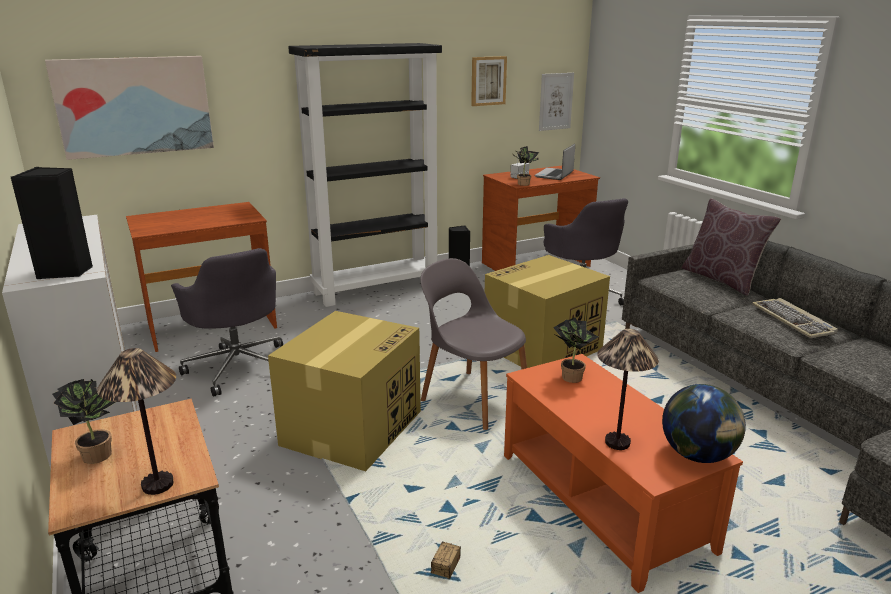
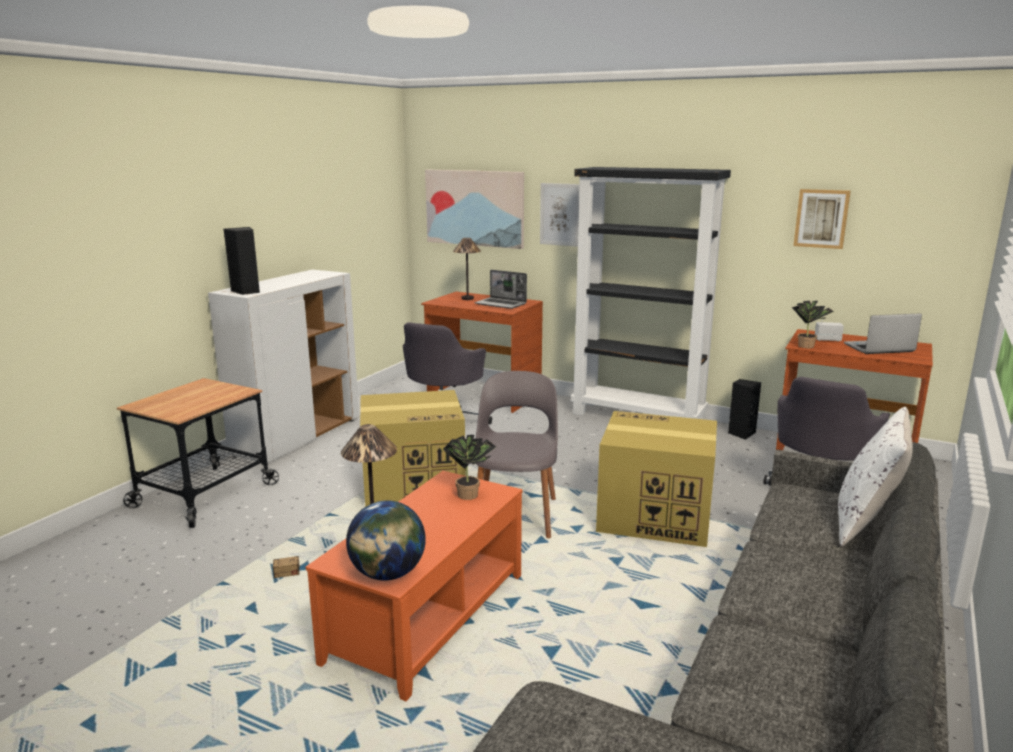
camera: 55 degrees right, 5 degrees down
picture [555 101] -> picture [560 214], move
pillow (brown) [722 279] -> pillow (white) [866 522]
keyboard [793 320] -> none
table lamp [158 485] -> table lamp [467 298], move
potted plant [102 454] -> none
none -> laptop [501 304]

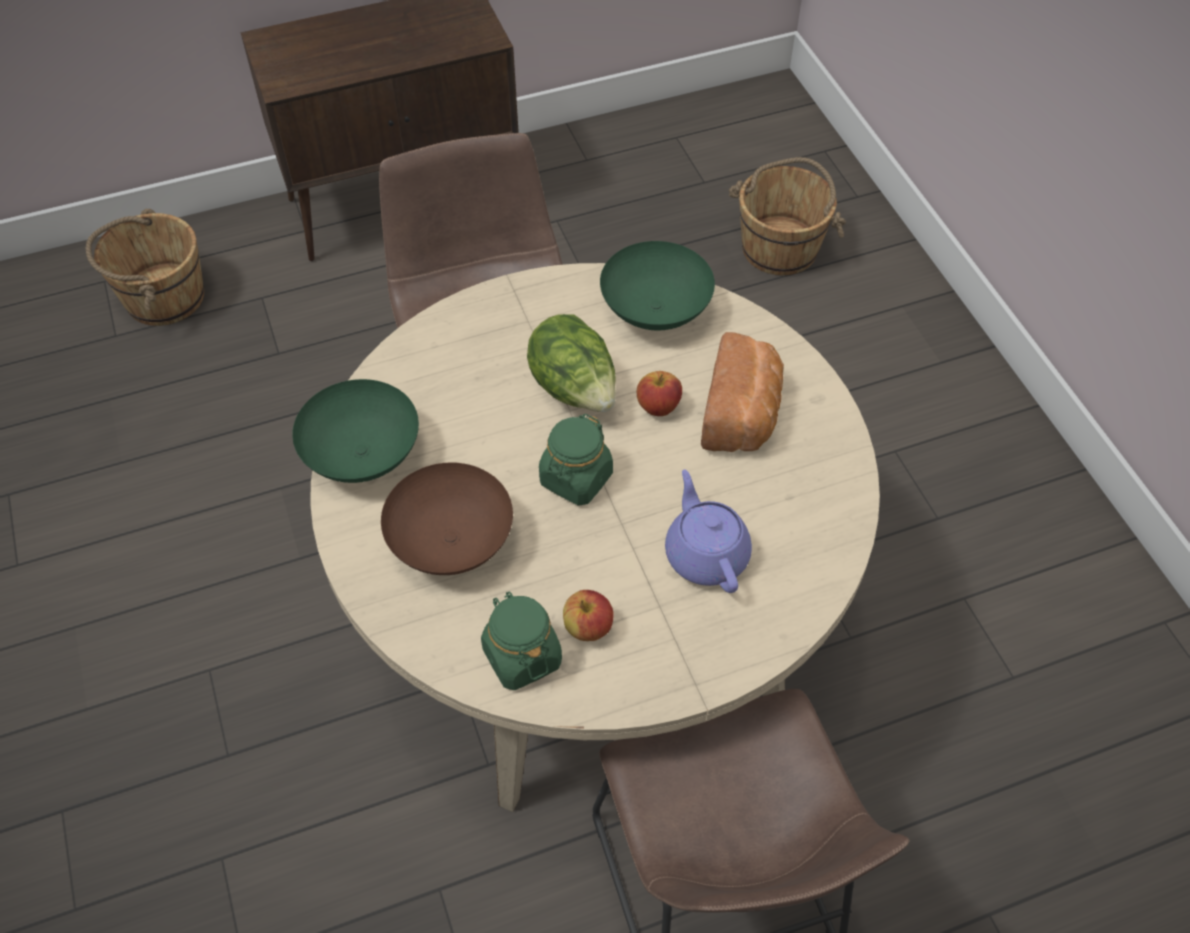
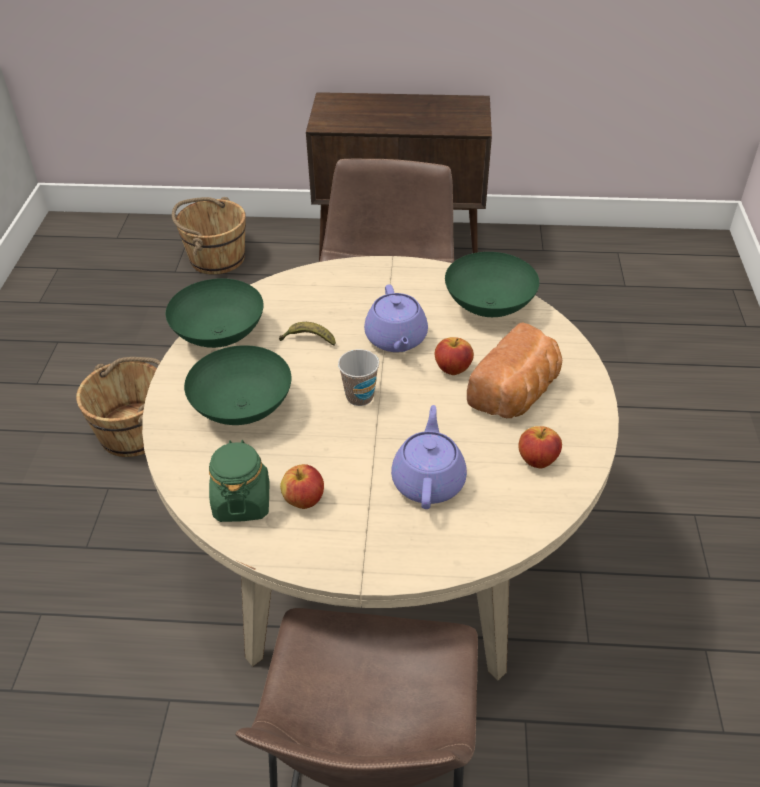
camera: 25 degrees right, 10 degrees down
bucket (brown) [780 247] -> bucket (brown) [135 431], move
lettuce [575 389] -> teapot (purple) [396 339]
jar (green) [576 479] -> cup [359 396]
bowl (brown) [452 540] -> bowl (green) [244 407]
none -> banana [308 340]
none -> apple [537 460]

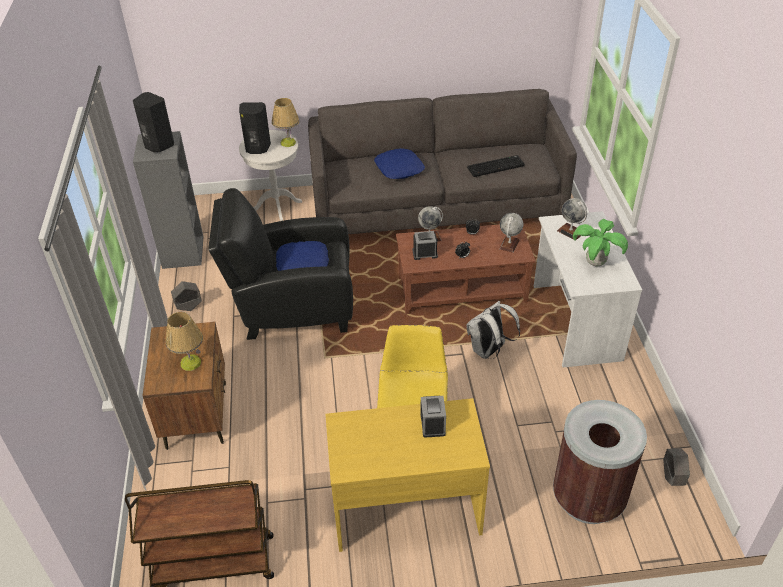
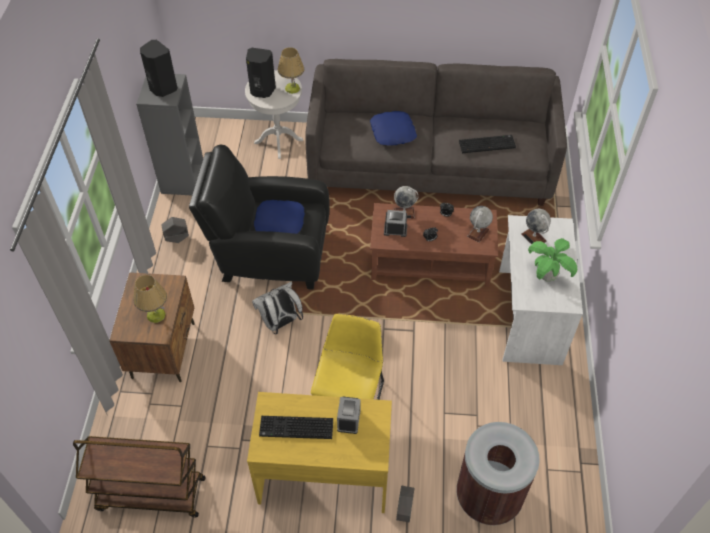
camera: 10 degrees right, 10 degrees up
backpack (white) [488 351] -> backpack (white) [280 323], move
planter (grey) [672 478] -> planter (grey) [404 510], move
none -> keyboard [295 429]

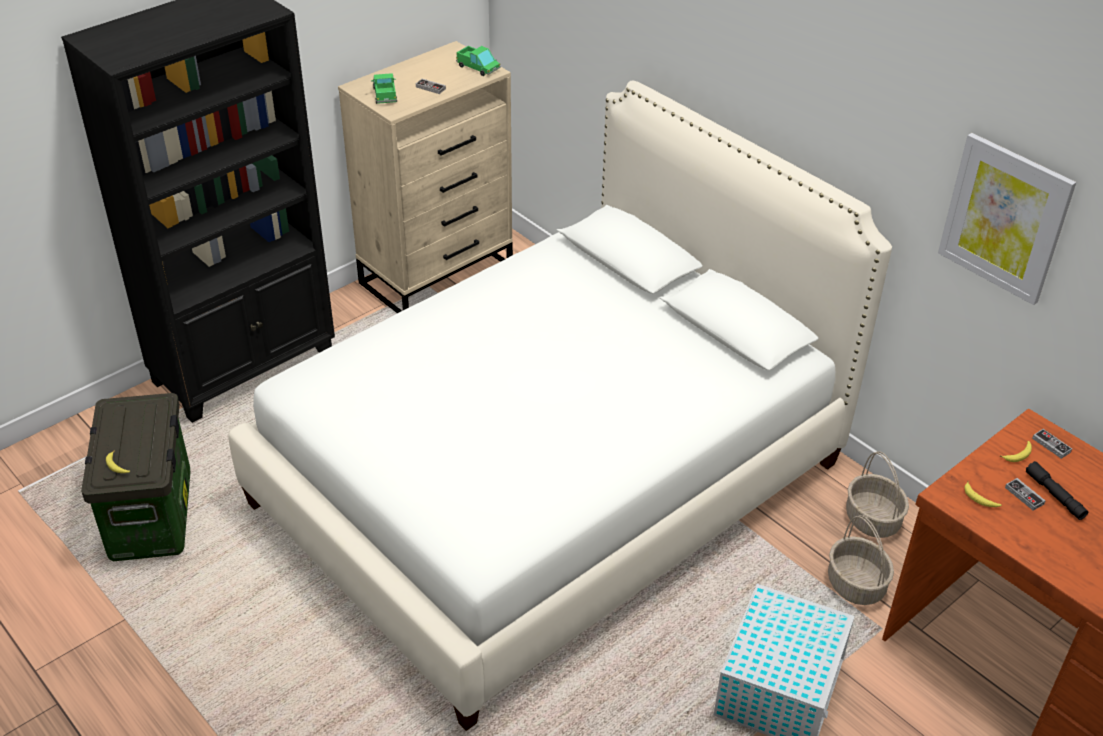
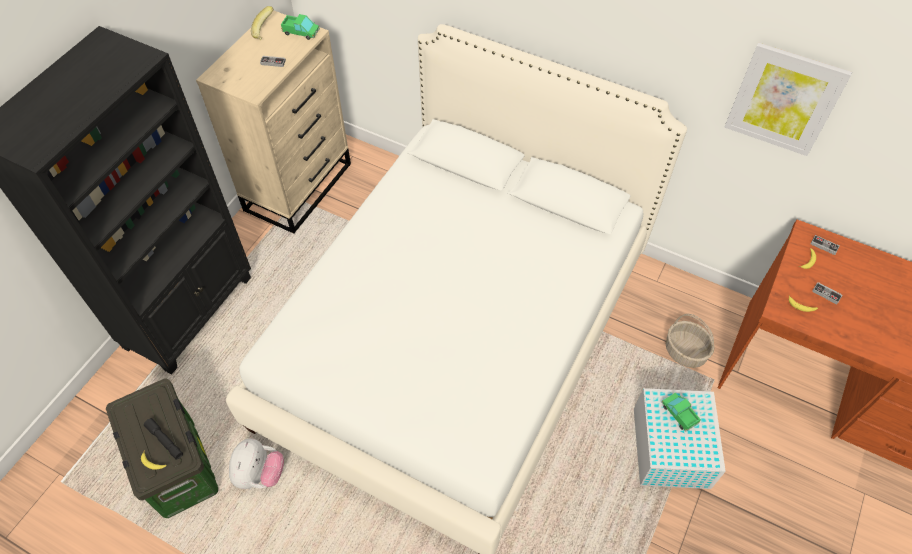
camera: 20 degrees left, 15 degrees up
toy truck [385 95] -> toy truck [679 413], move
basket [873 520] -> none
flashlight (black) [1054 495] -> flashlight (black) [165 440], move
none -> banana [265 32]
none -> plush toy [260 474]

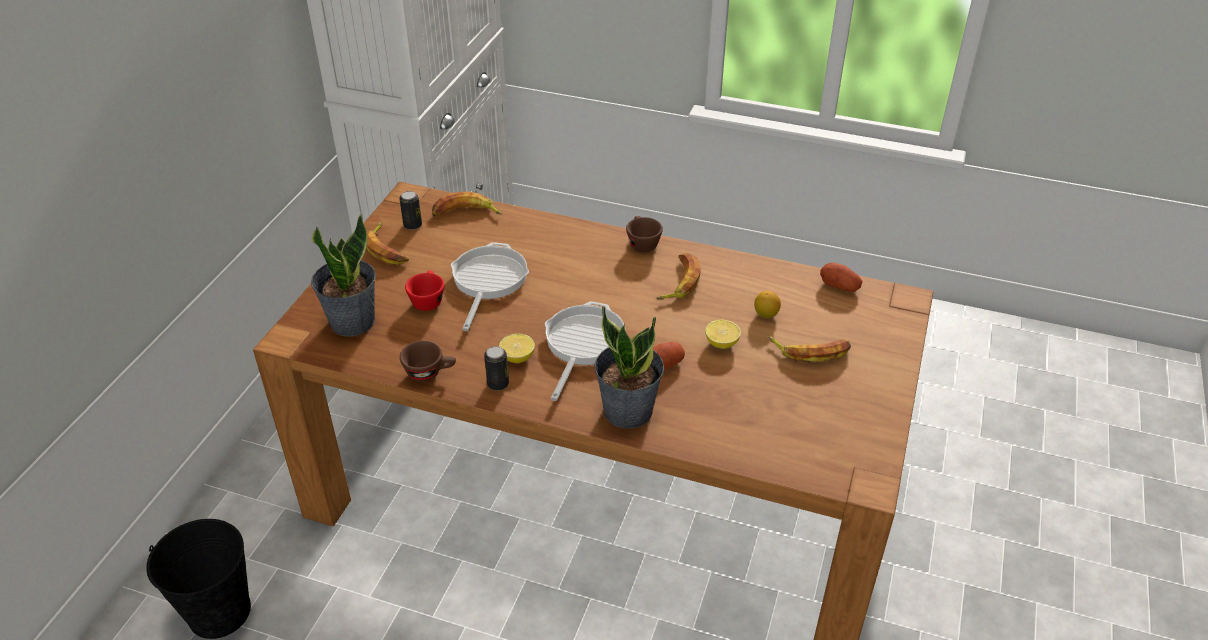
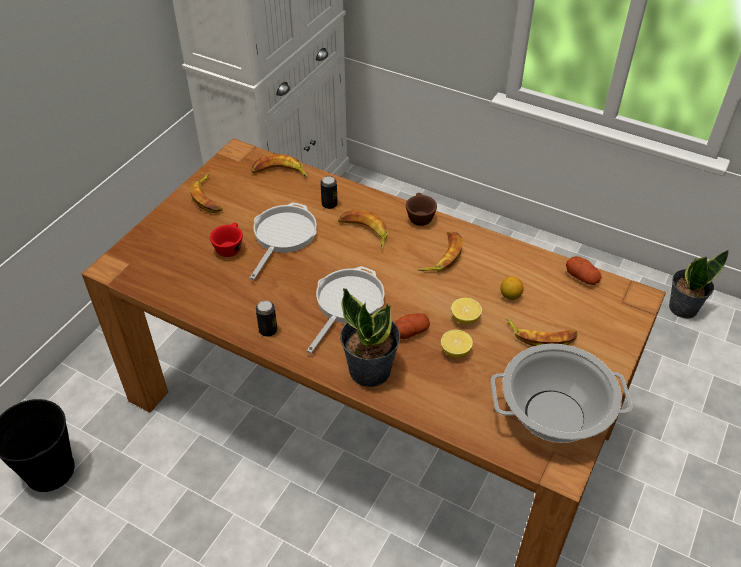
camera: 10 degrees right, 5 degrees up
can [412 225] -> can [329 204], move
potted plant [352 321] -> potted plant [682 307], move
lemon [517 358] -> lemon [455 351], move
cup (brown) [430 373] -> none
none -> banana [364 232]
none -> cooking pot [553 416]

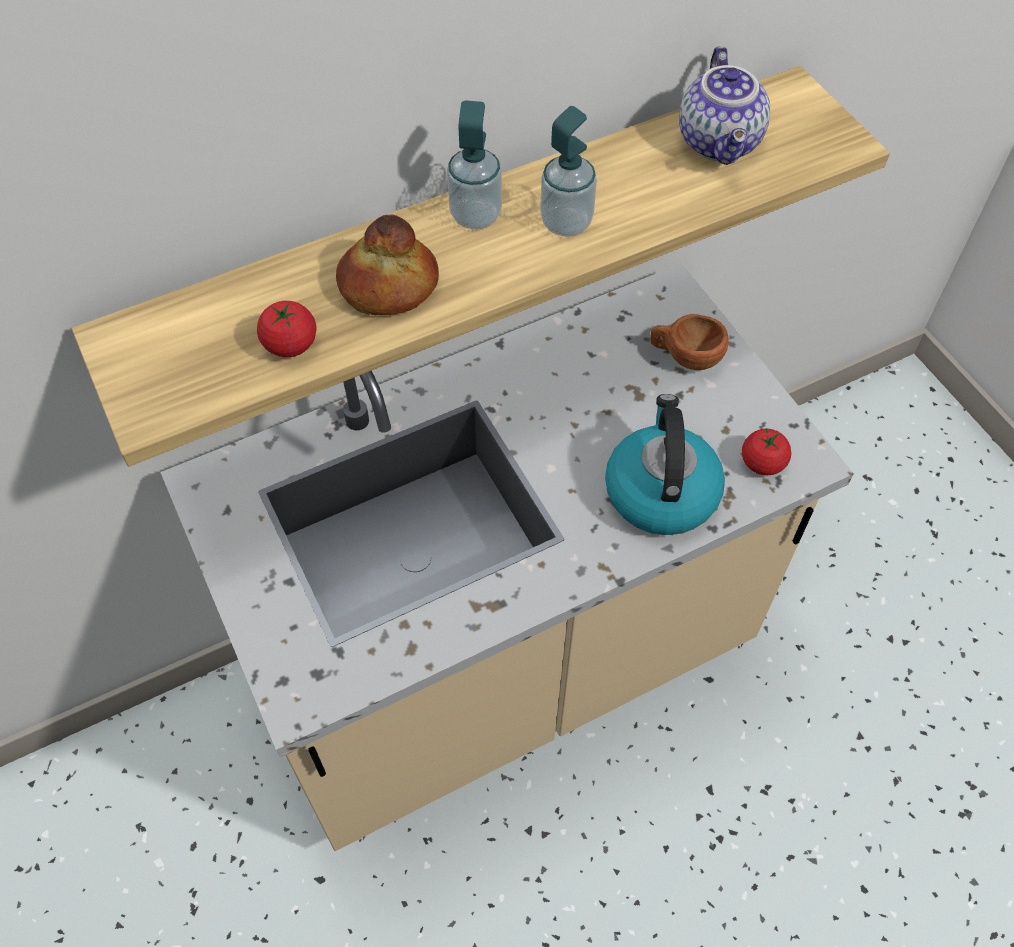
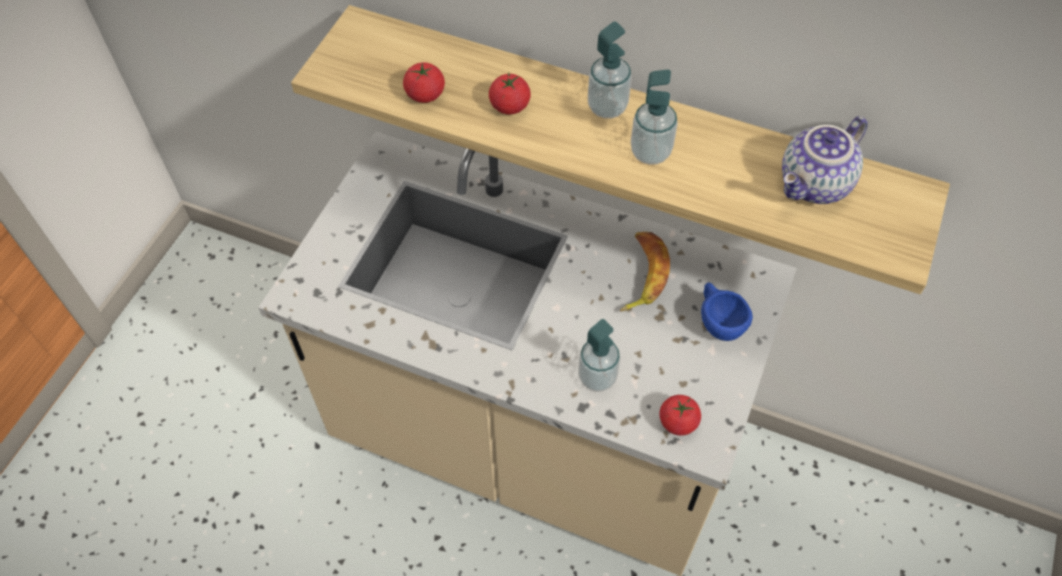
camera: 50 degrees right, 0 degrees up
bread [388 286] -> tomato [509 106]
cup (brown) [685 357] -> cup (blue) [718 321]
kettle [660 491] -> soap dispenser [597 377]
none -> banana [642 274]

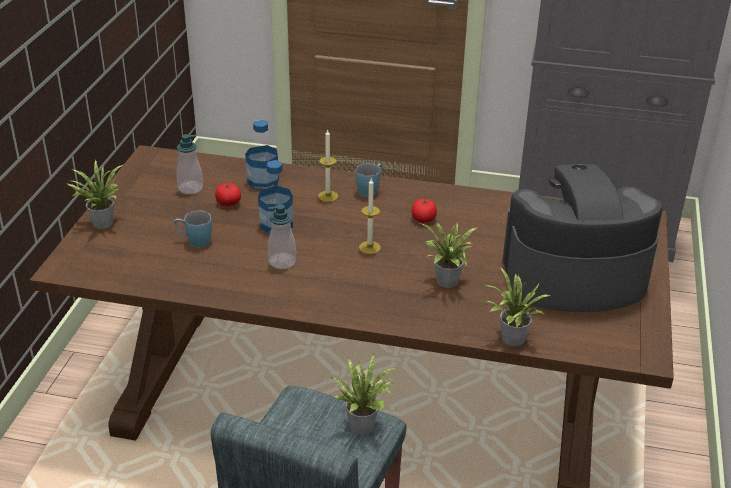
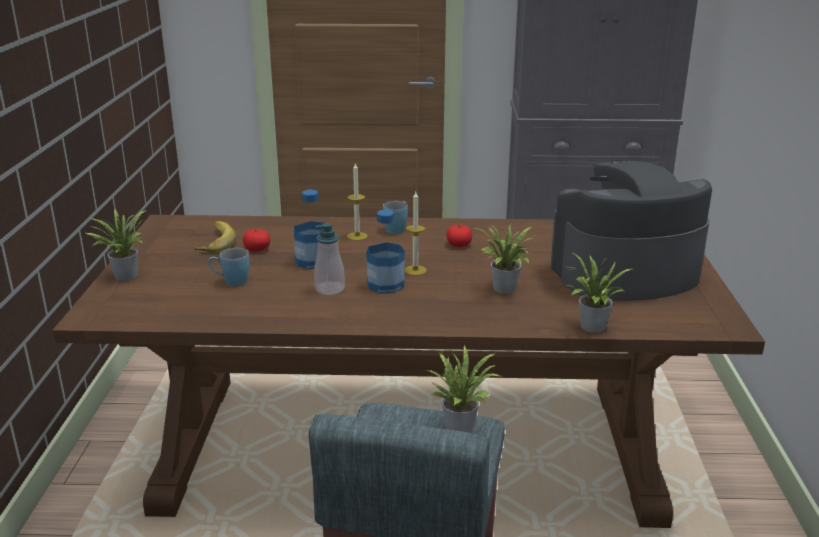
camera: 10 degrees left, 10 degrees down
bottle [263 181] -> bottle [385 285], move
soap dispenser [190 188] -> banana [214 241]

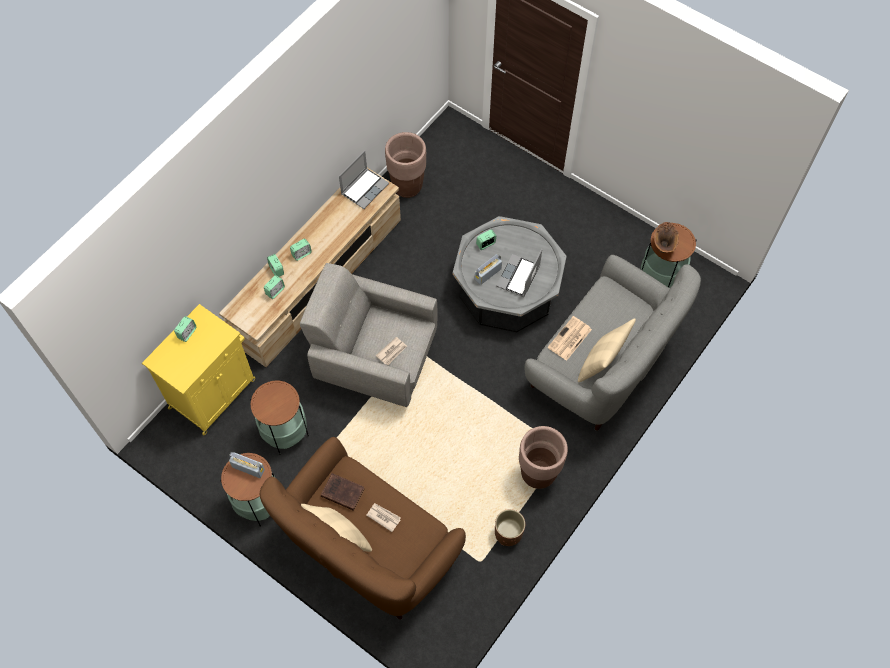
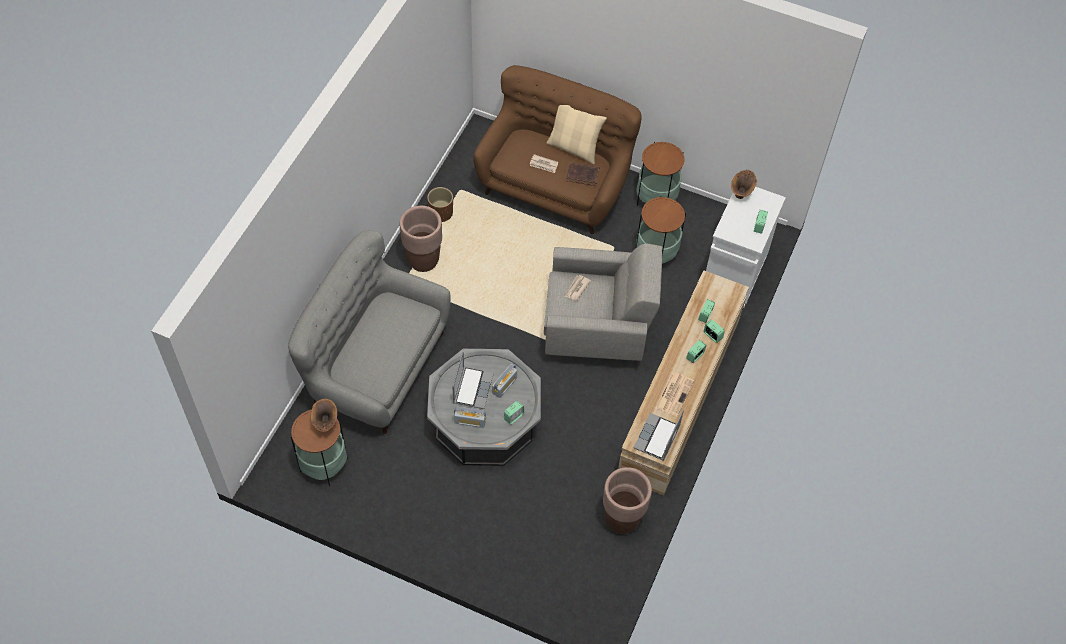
camera: 165 degrees right, 5 degrees down
cabinet (yellow) [213 392] -> cabinet (white) [733 275]
newspaper [569 339] -> newspaper [674 393], move
pillow (beige) [601 363] -> none
radio [248 468] -> radio [470 421], move
none -> vase (brown) [742 192]

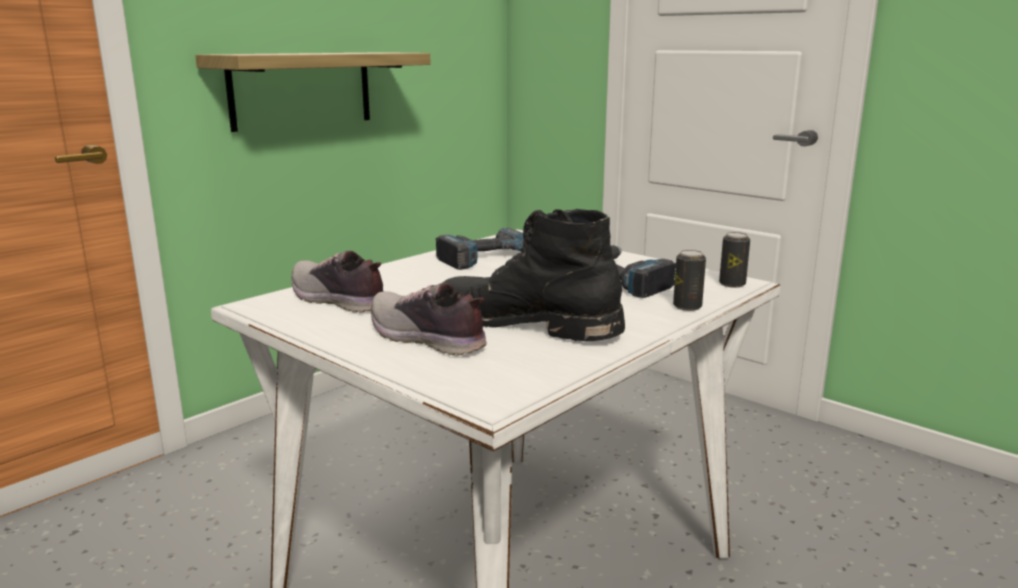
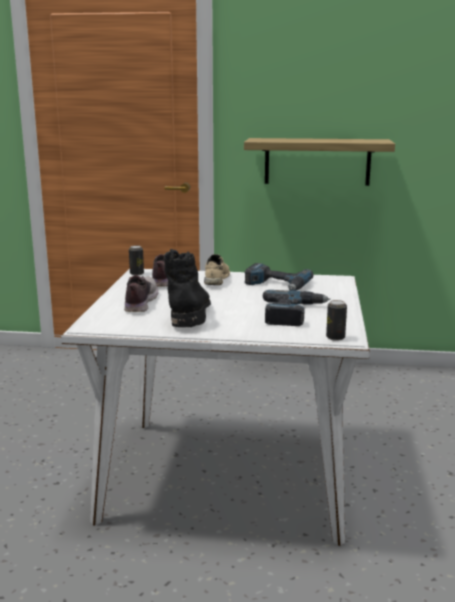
camera: 55 degrees right, 0 degrees up
can [687 307] -> can [136 273], move
none -> shoe (beige) [215 280]

